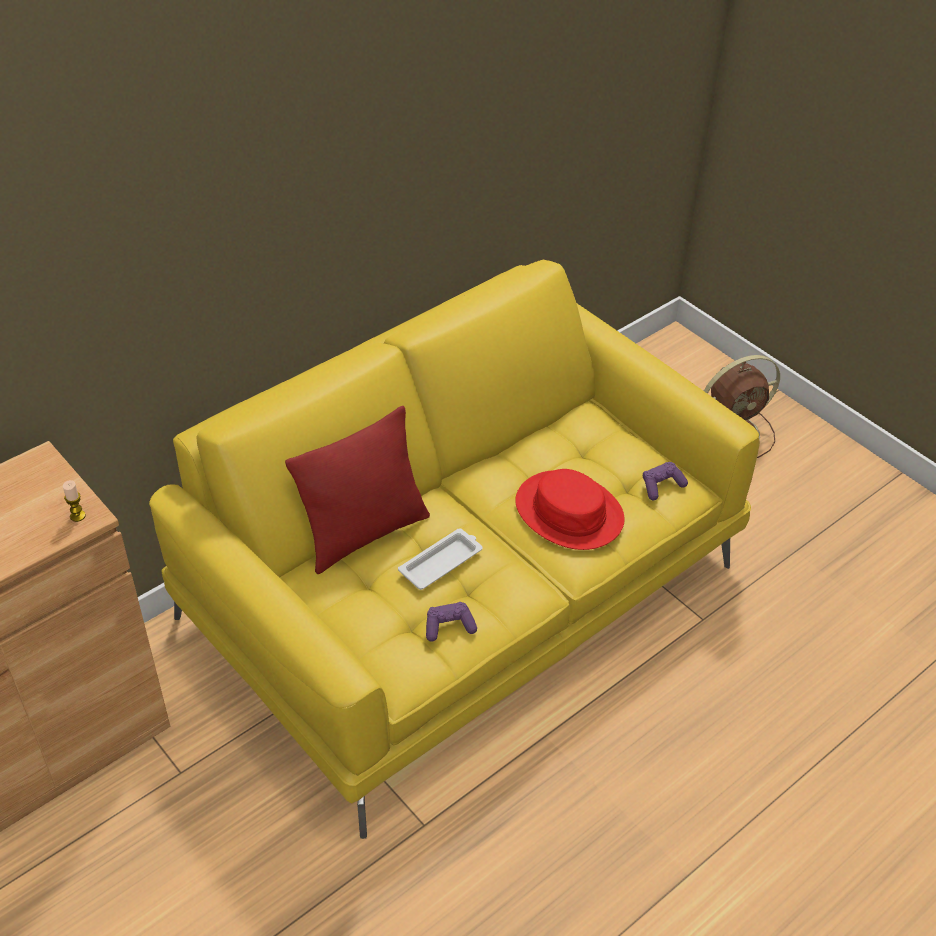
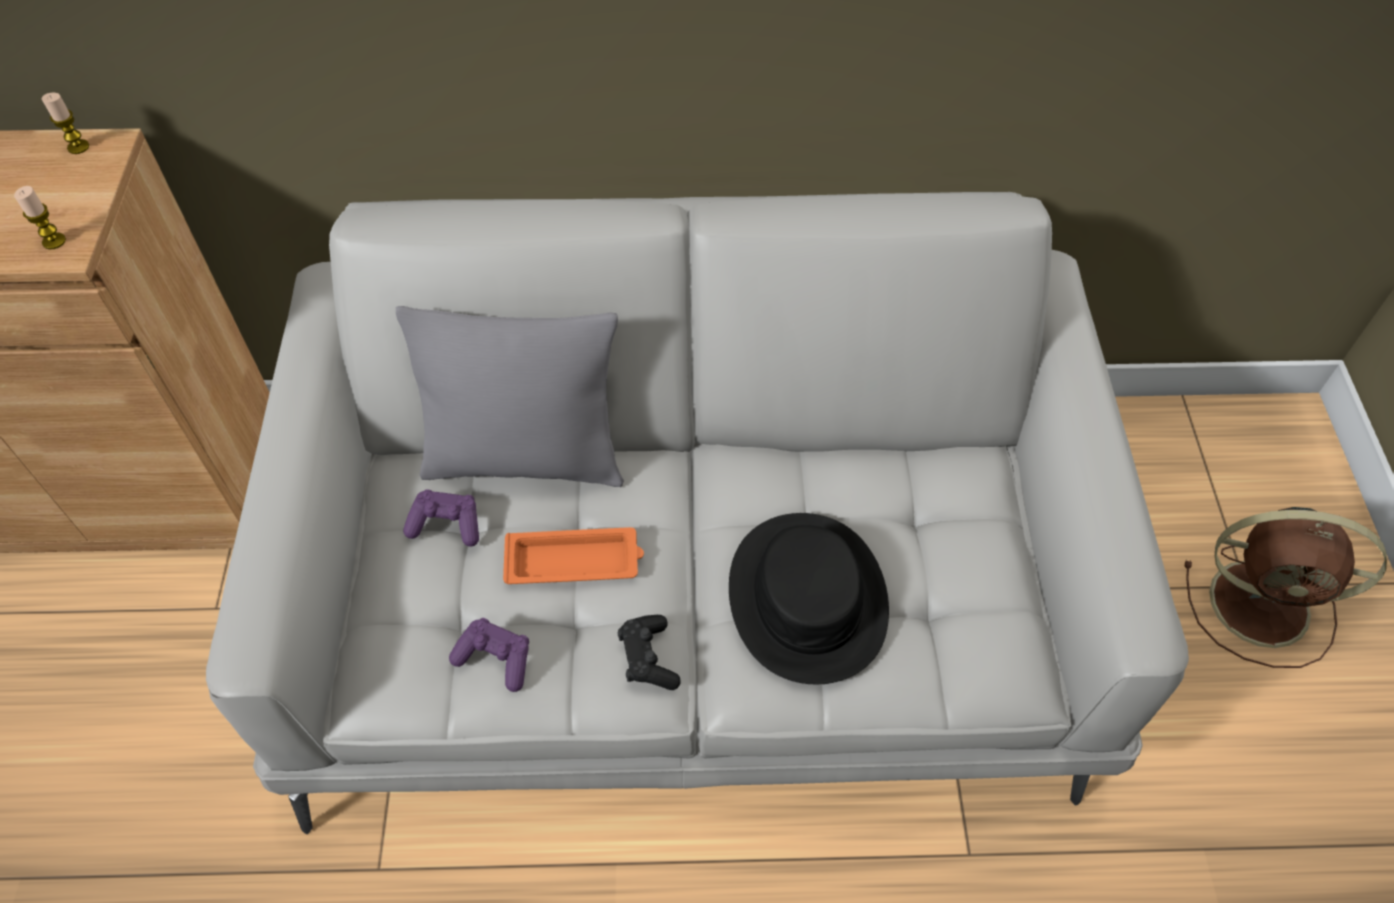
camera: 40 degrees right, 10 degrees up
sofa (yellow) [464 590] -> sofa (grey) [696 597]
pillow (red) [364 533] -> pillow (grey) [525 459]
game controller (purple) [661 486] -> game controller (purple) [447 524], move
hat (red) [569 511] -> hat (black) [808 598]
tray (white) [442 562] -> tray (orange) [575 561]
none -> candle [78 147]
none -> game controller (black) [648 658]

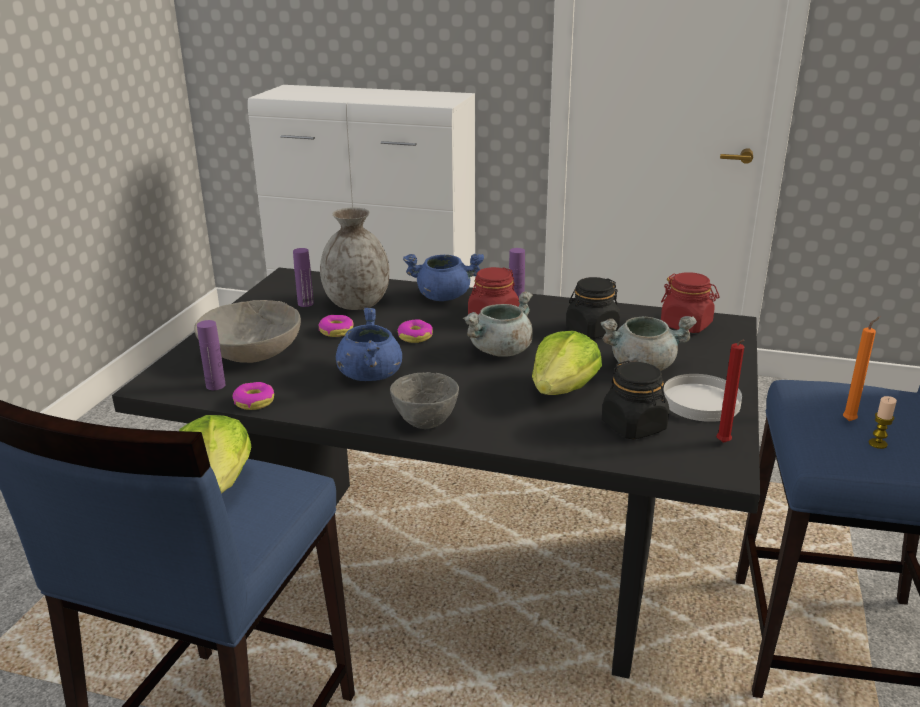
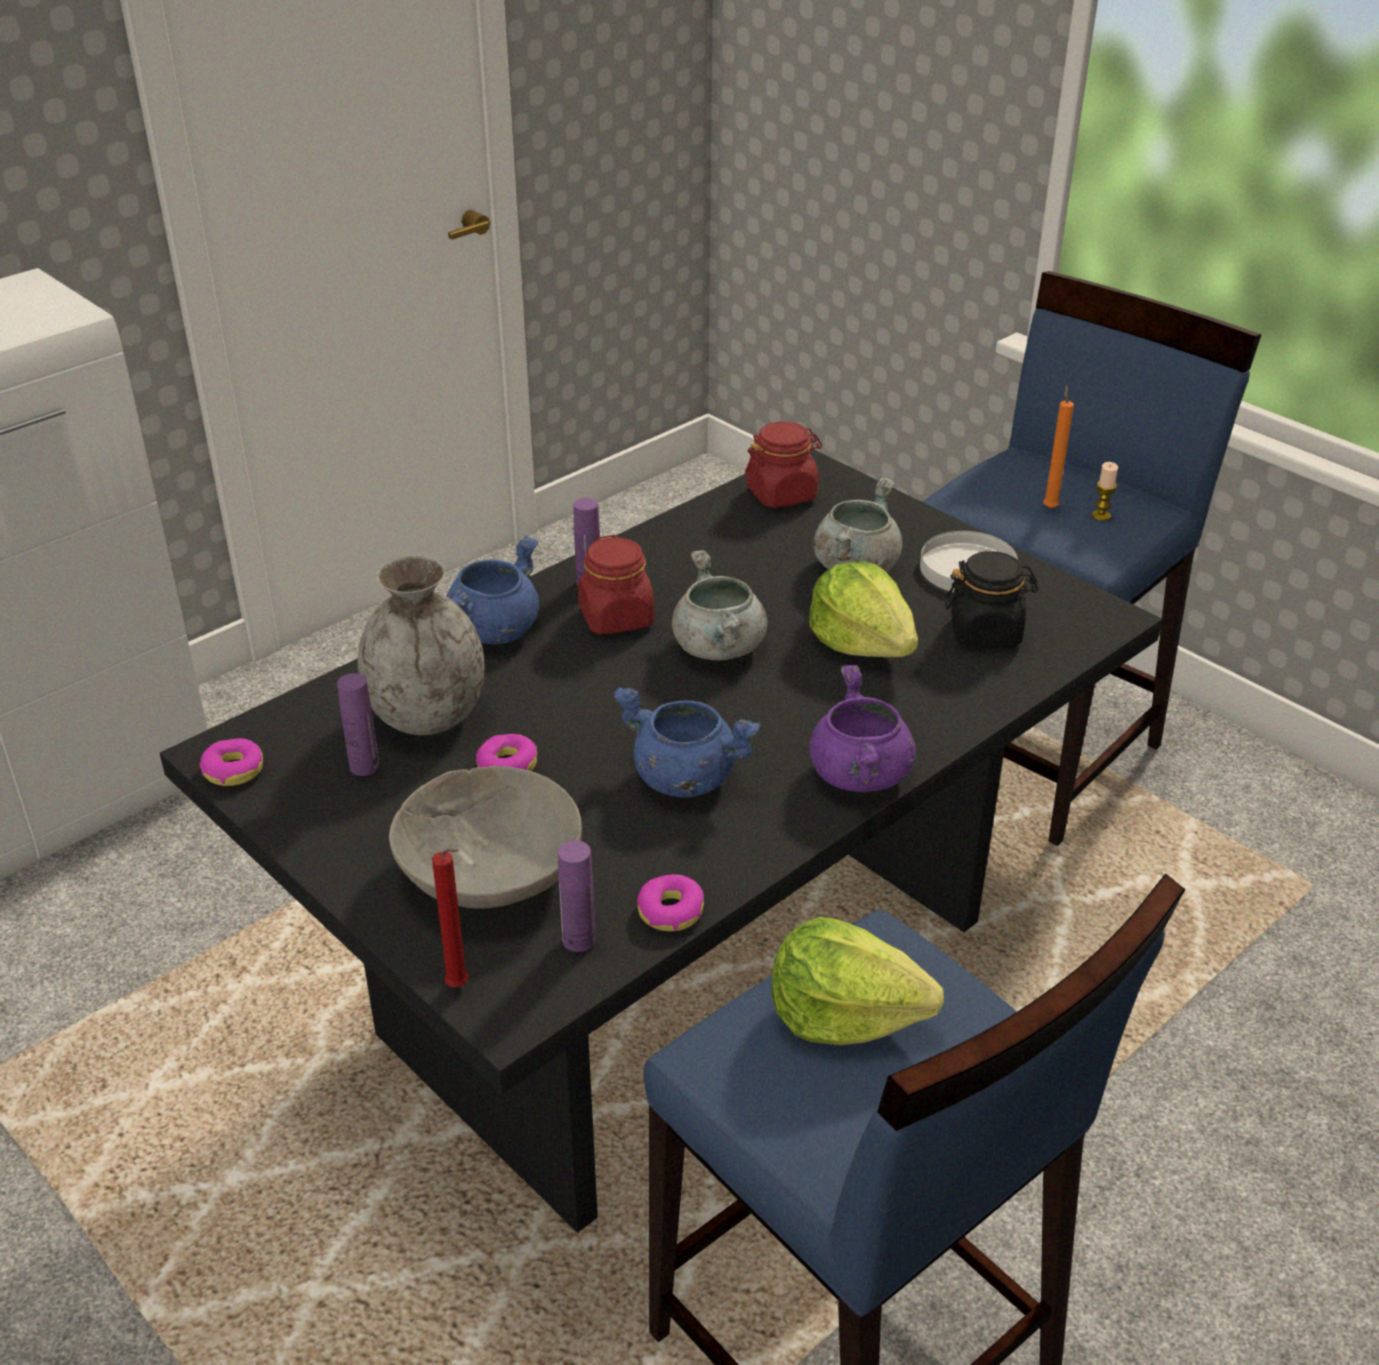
camera: 60 degrees left, 10 degrees up
jar (black) [591 330] -> none
donut [415 336] -> donut [233 770], move
candle (red) [723 444] -> candle (red) [460 987], move
bowl (grey) [425 423] -> cooking pot (purple) [860 776]

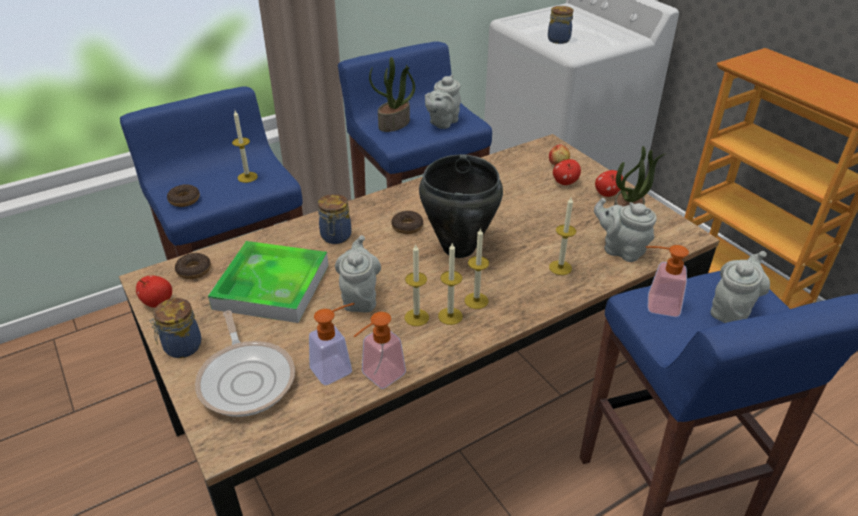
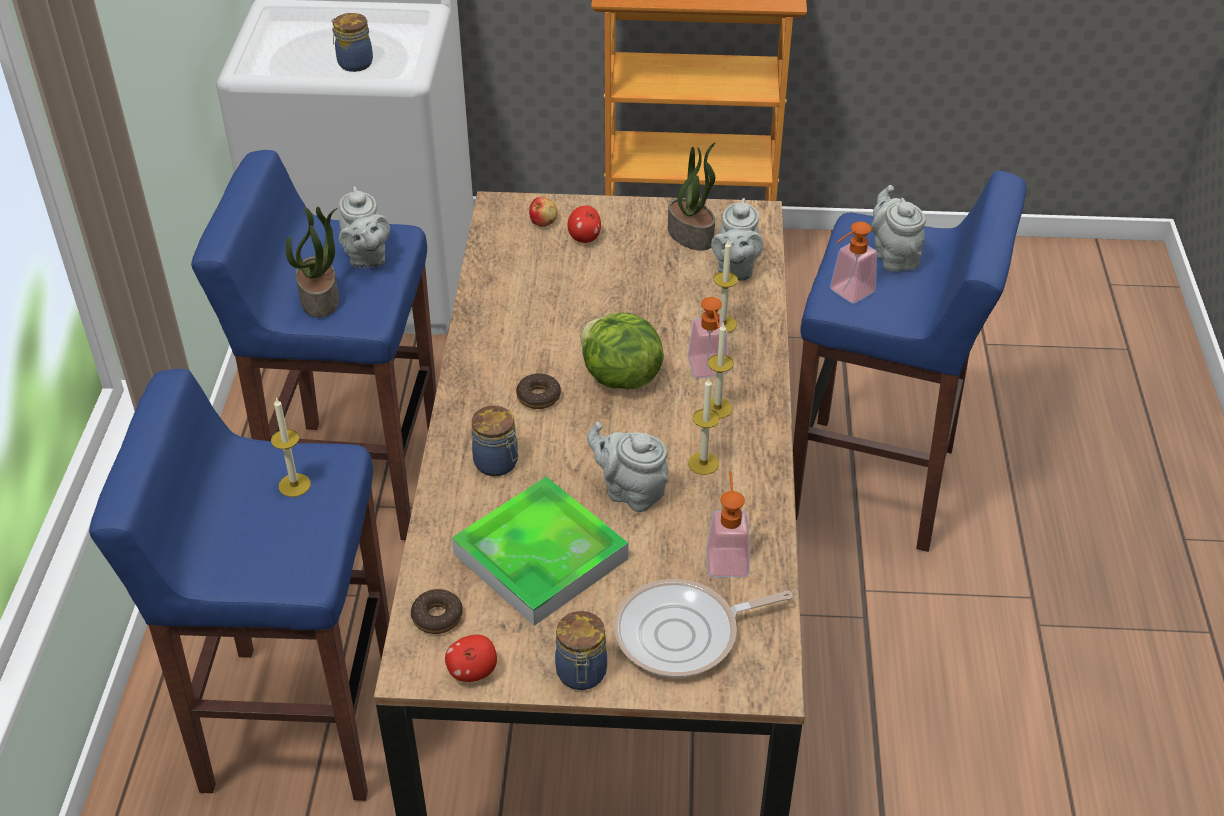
camera: 55 degrees left, 5 degrees up
cooking pot (black) [458 248] -> lettuce [619 377]
apple [607 194] -> none
donut [184 200] -> none
teapot (grey) [621 250] -> teapot (grey) [735 269], 60 degrees counterclockwise
candle [450 316] -> none
frying pan [247 379] -> frying pan [684 634], 150 degrees clockwise
soap dispenser [378 377] -> soap dispenser [709 371], move

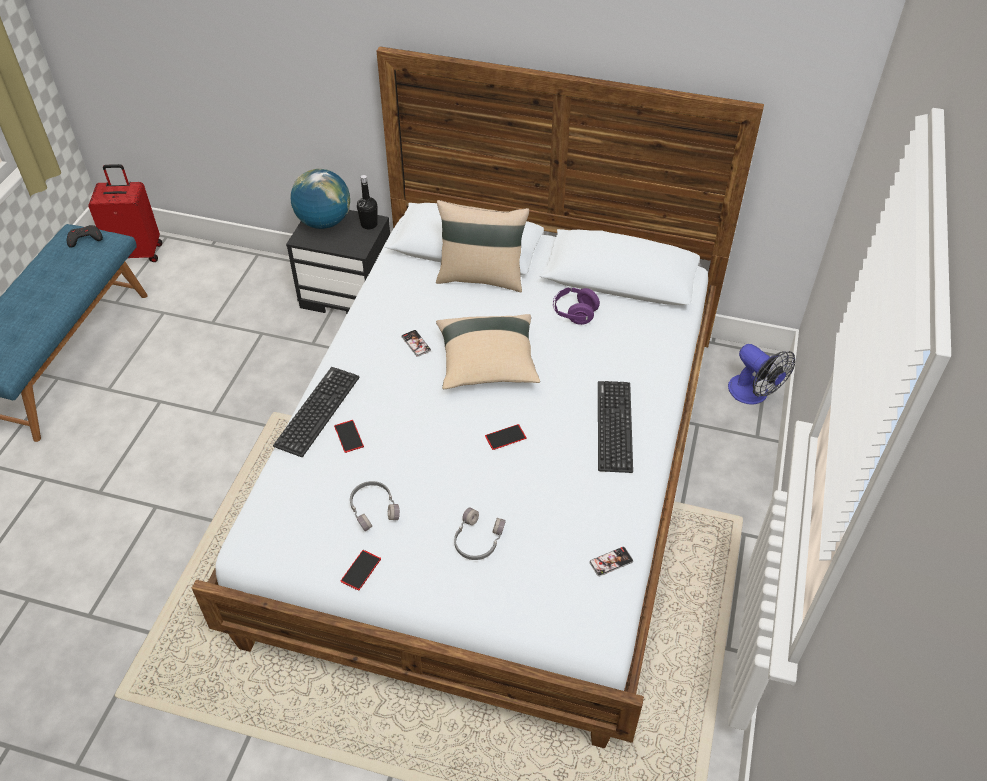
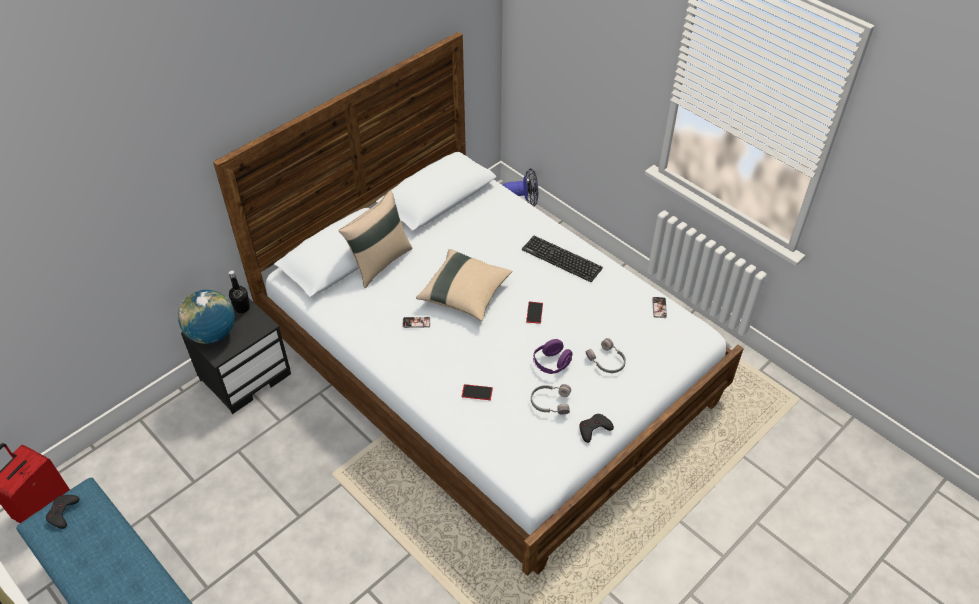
camera: 60 degrees left, 0 degrees up
headphones (purple) [574 313] -> headphones (purple) [551 364], move
keyboard [317 411] -> none
phone [360 570] -> game controller (black) [594 429]

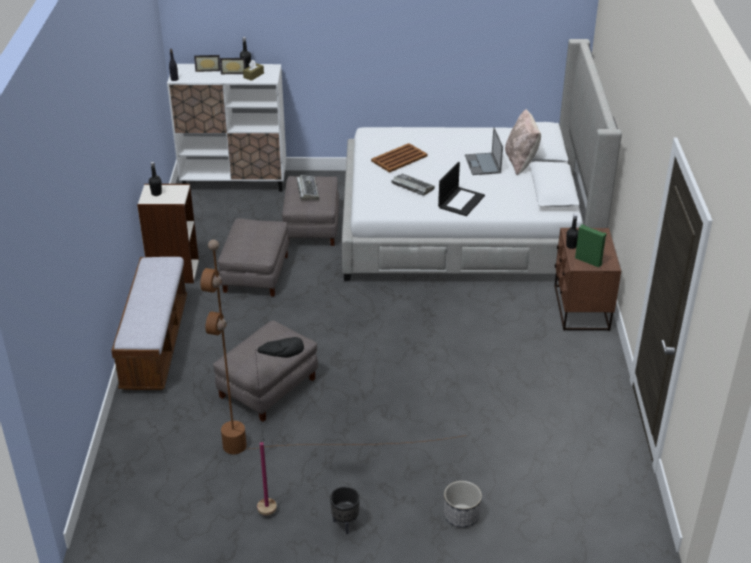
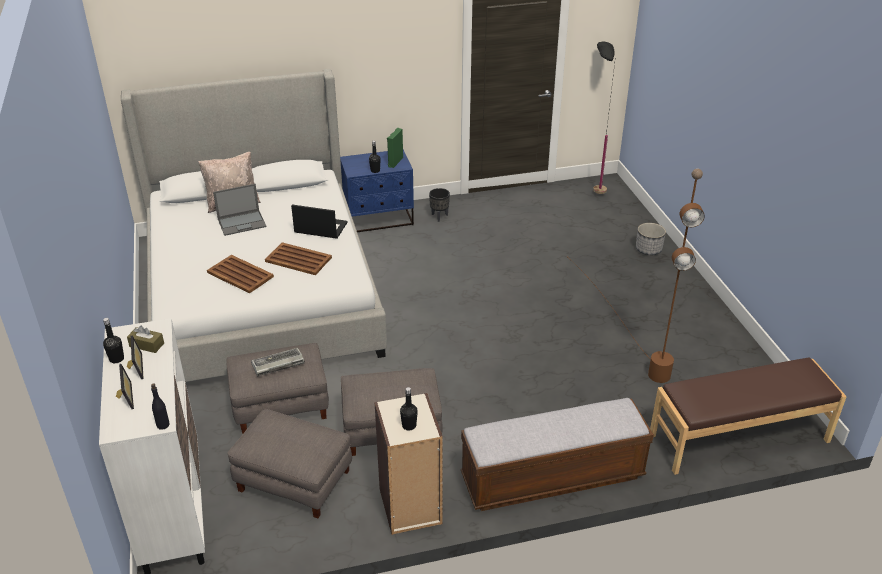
camera: 105 degrees left, 0 degrees up
keyboard [412 187] -> tray (brown) [299 260]
nightstand (brown) [580 308] -> nightstand (blue) [379 219]
ottoman (grey) [268 388] -> ottoman (grey) [295 480], move
floor lamp (black) [284 510] -> floor lamp (black) [593 188], move
planter (black) [345 524] -> planter (black) [439 217], move
none -> bench (brown) [739 438]

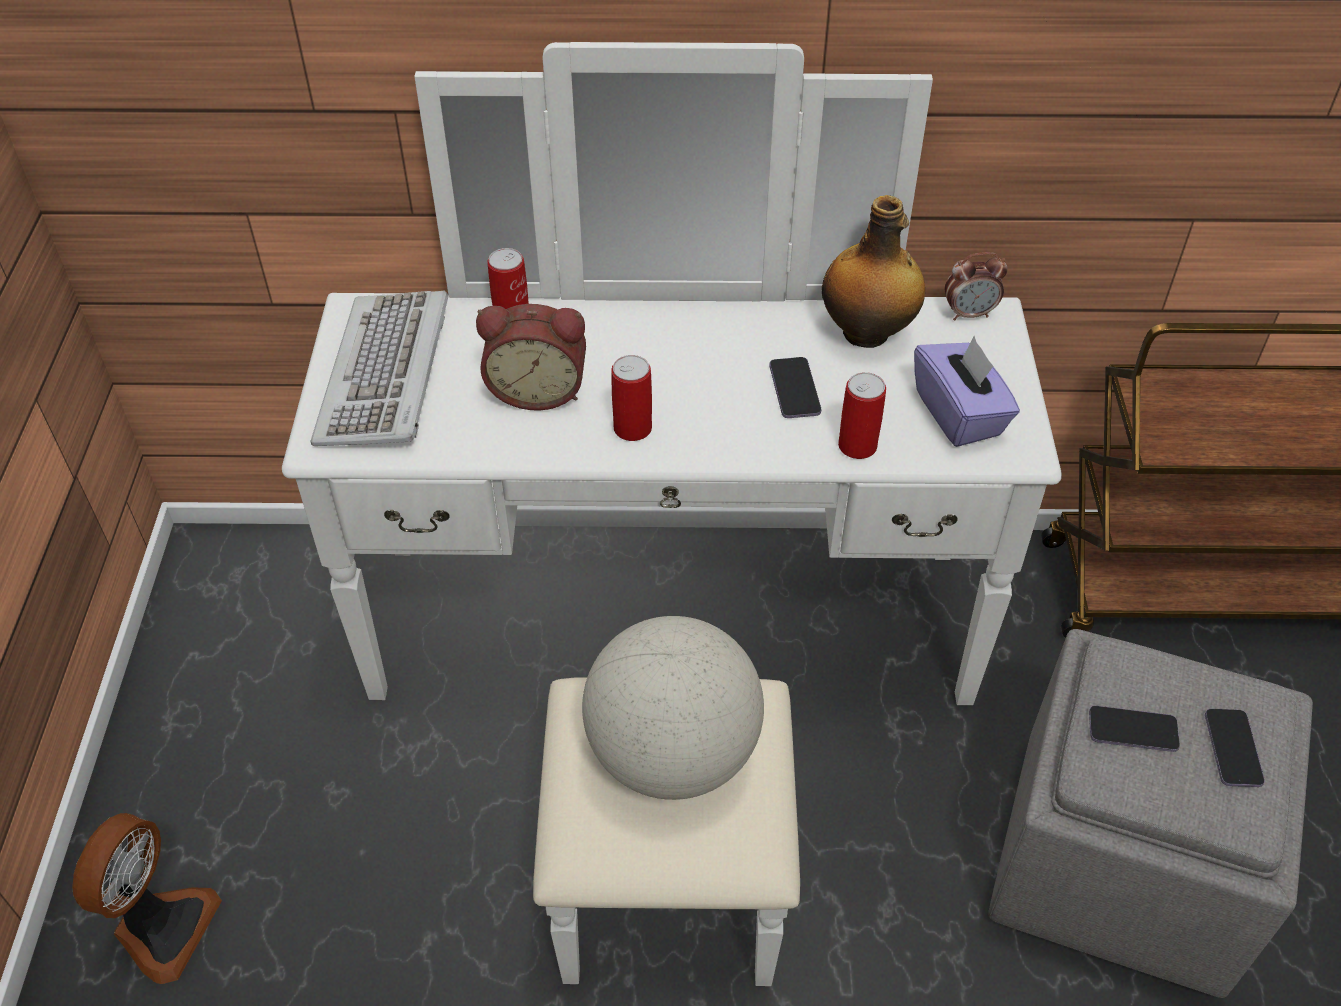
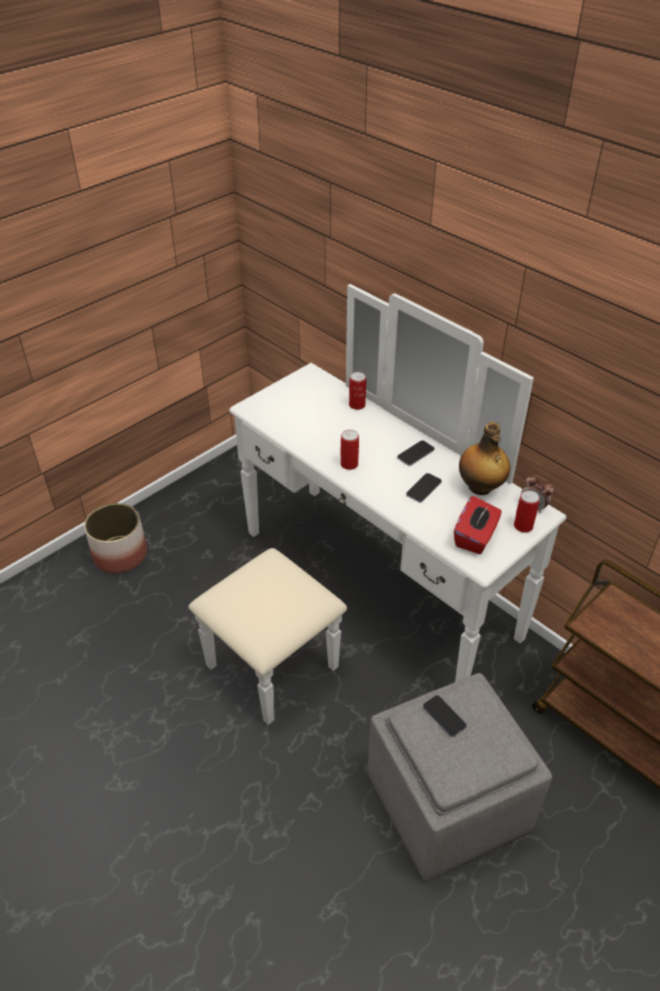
camera: 45 degrees right, 5 degrees down
keyboard [387 374] -> none
alarm clock [538 389] -> none
tissue box (purple) [959 414] -> tissue box (red) [475 537]
can [857 446] -> can [523 526], move
globe [673 754] -> none
phone [1232 749] -> phone [415 454], move
fan [162 927] -> planter [120 554]

